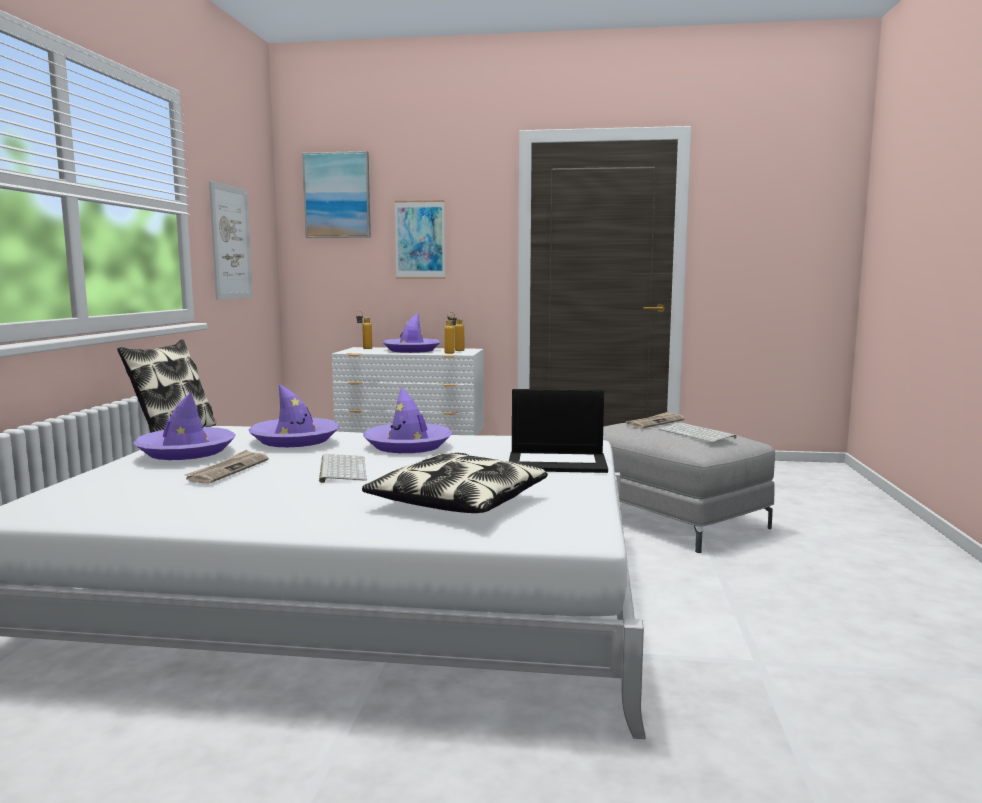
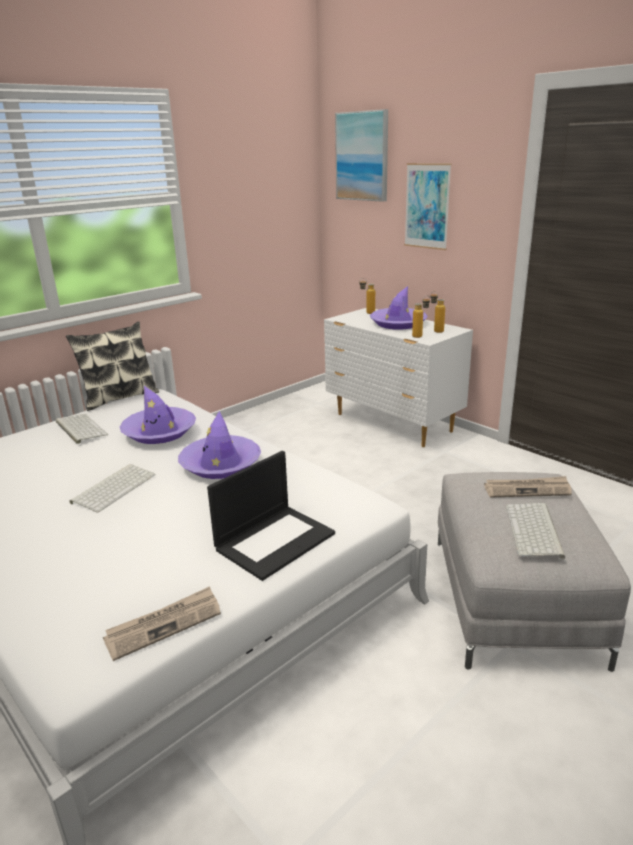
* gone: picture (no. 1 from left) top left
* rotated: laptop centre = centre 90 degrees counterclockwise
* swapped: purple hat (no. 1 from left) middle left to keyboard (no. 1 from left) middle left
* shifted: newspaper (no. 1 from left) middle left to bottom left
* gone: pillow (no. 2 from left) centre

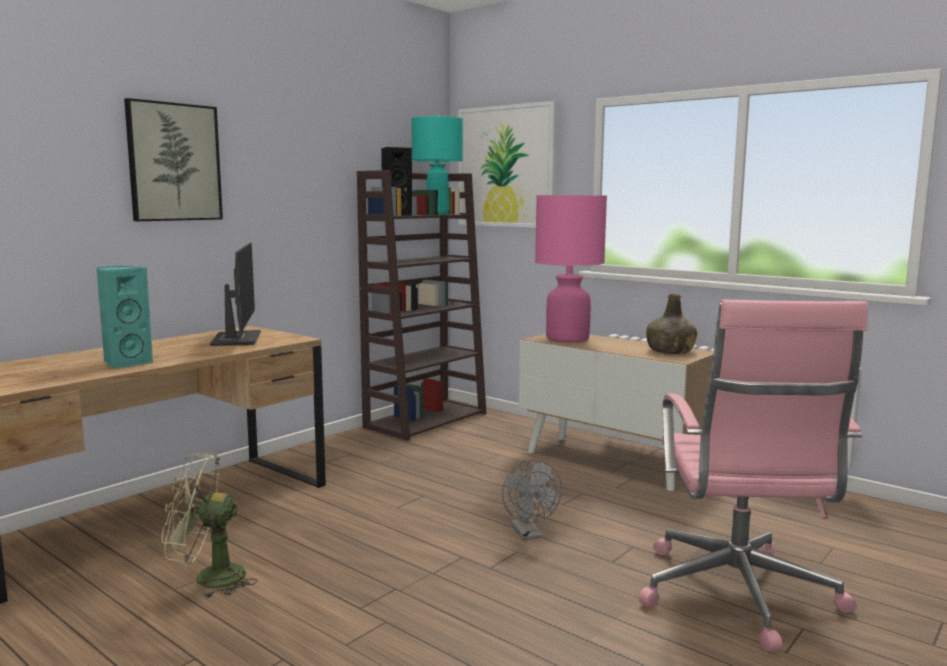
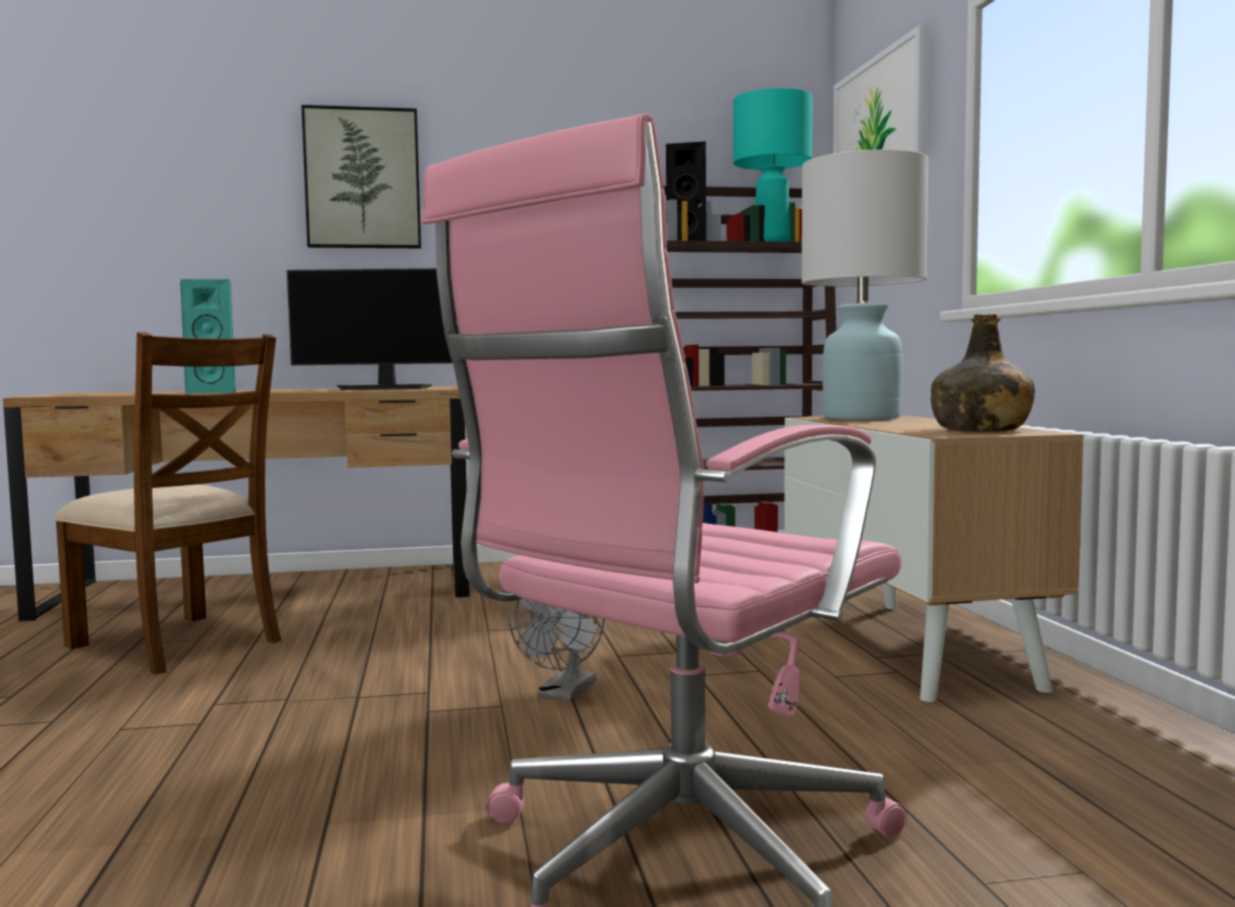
* repainted: pink table lamp centre to white table lamp top right
* rotated: monitor middle left = middle left 60 degrees clockwise
* swapped: green fan bottom left to brown chair middle left

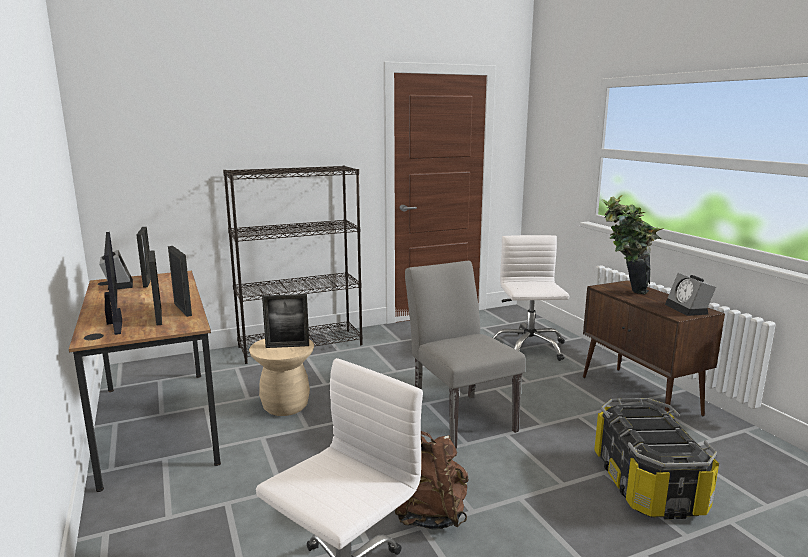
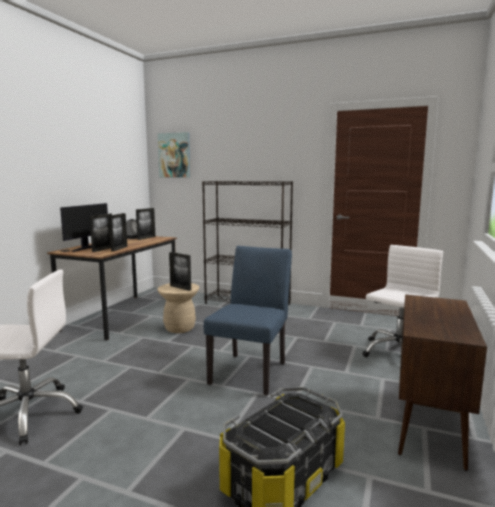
* gone: potted plant middle right
* repainted: grey chair centre to blue chair centre
* gone: alarm clock (no. 2 from left) middle right
* gone: brown backpack bottom centre
* new: picture top centre

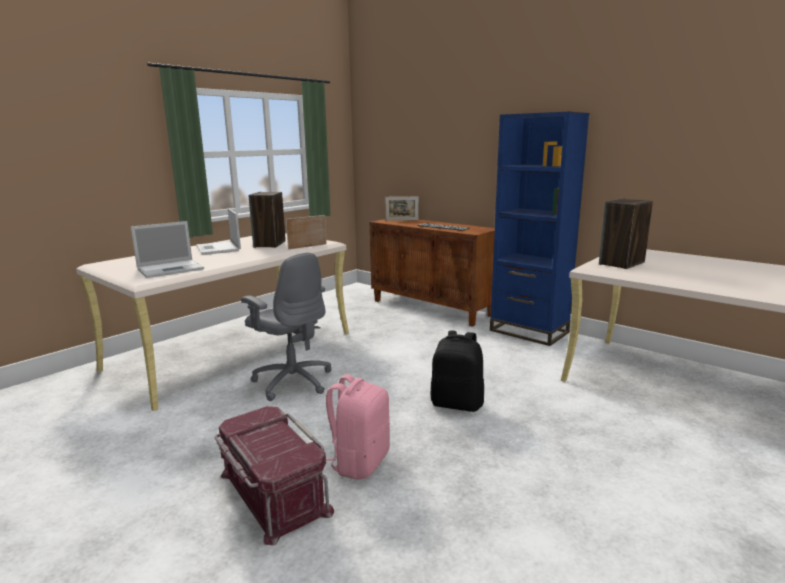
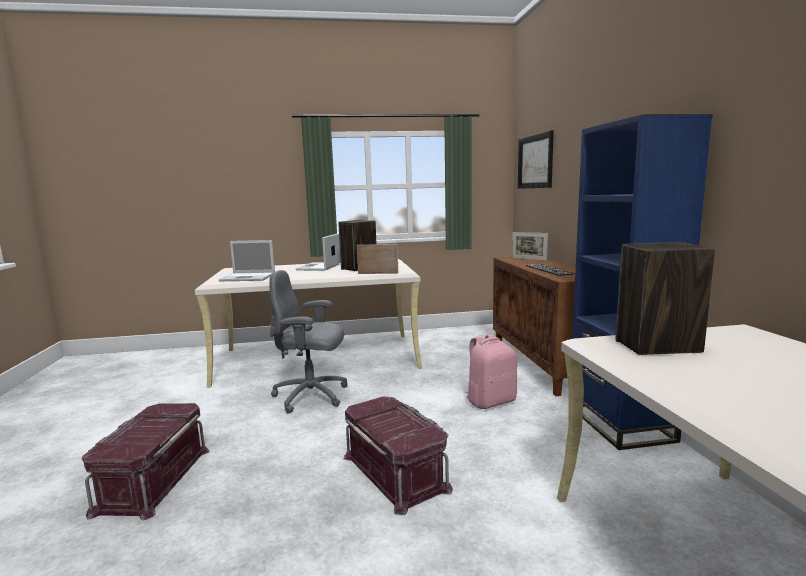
* rotated: grey office chair centre = centre 105 degrees clockwise
* swapped: black backpack centre to red storage box (no. 2 from left) bottom centre
* shifted: pink backpack bottom centre to centre
* new: picture top centre

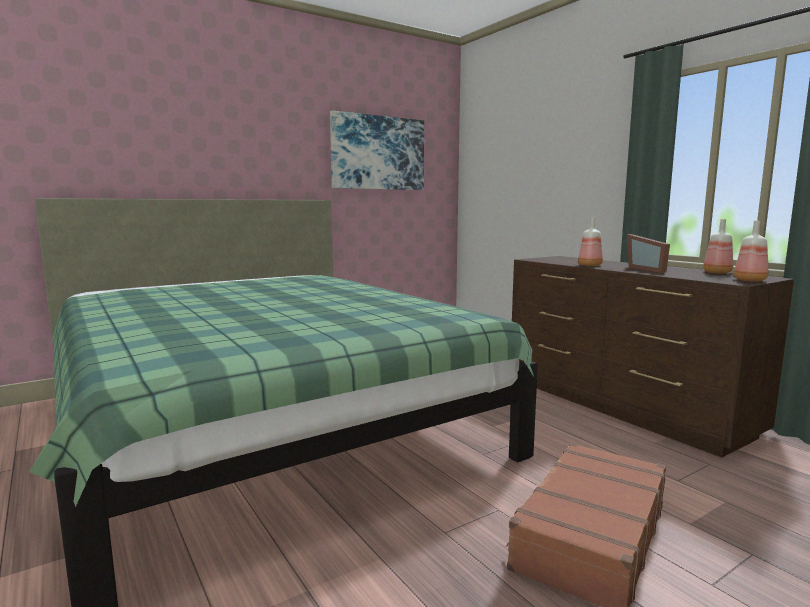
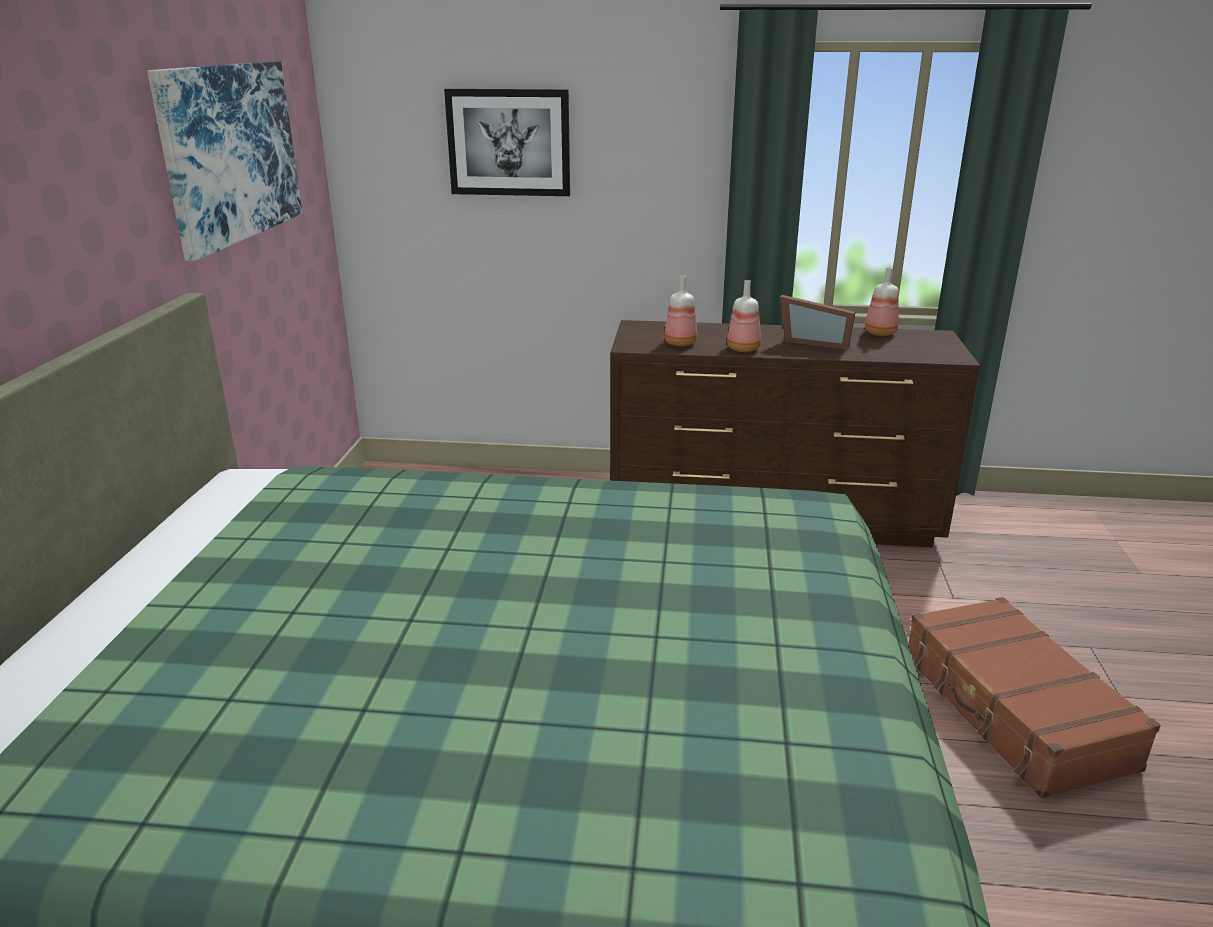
* shifted: bottle (no. 3 from left in the first image) middle right to bottle (no. 1 from left) centre
* new: picture (no. 2 from left) top centre

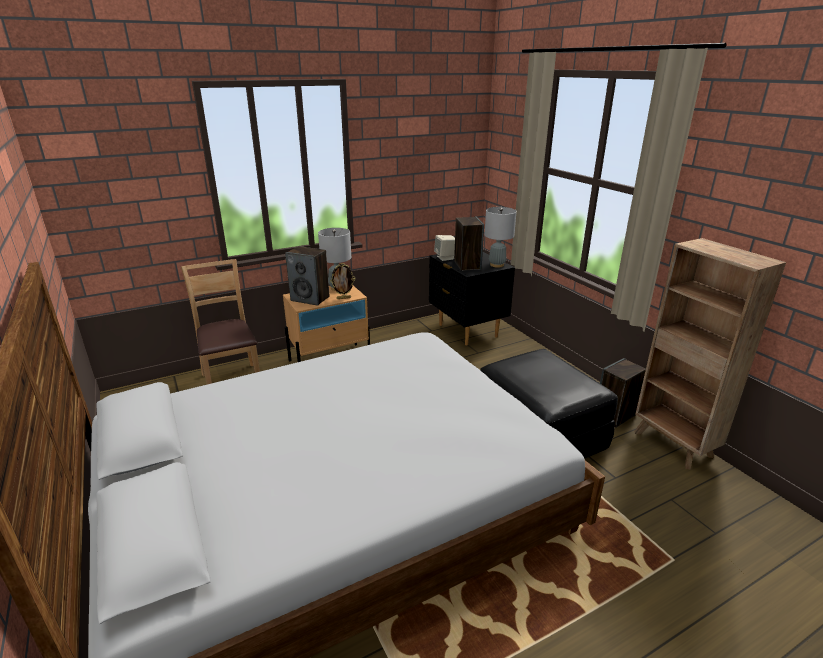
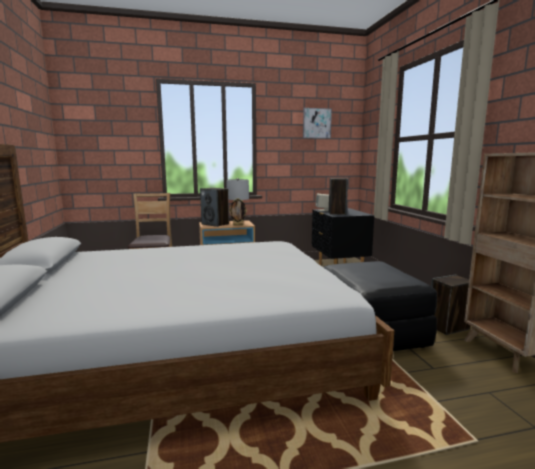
* gone: grey table lamp (no. 2 from left) centre
* new: picture top centre

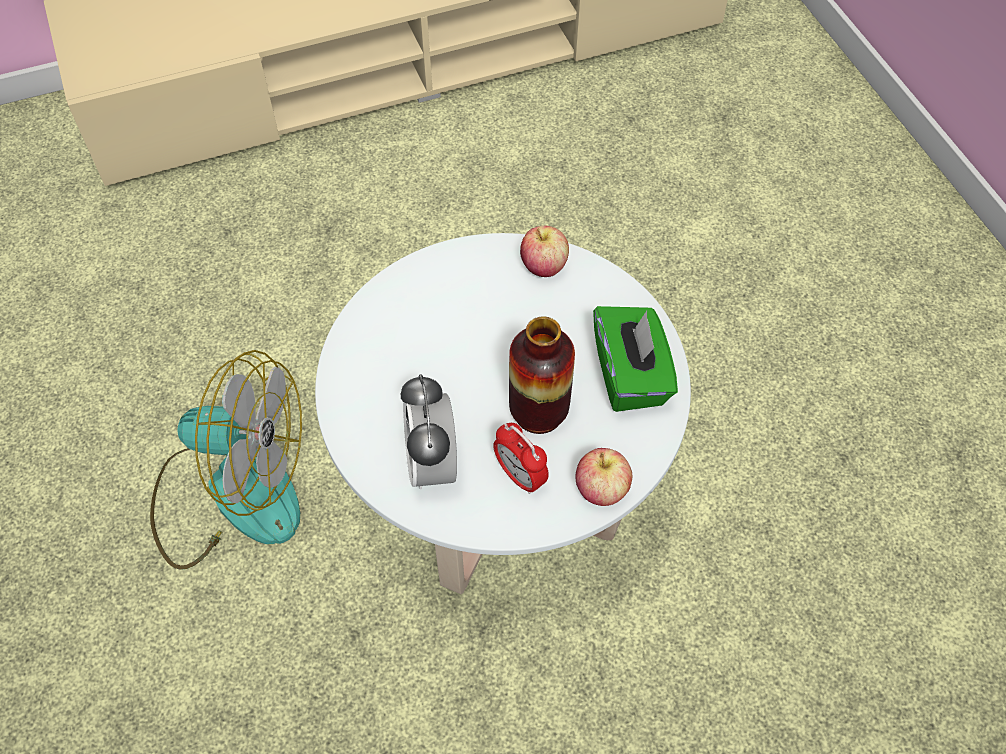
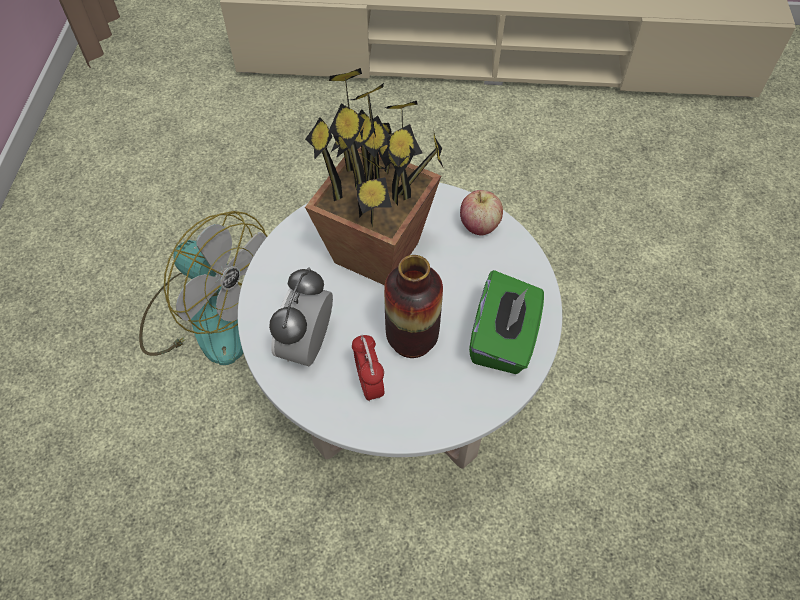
* gone: apple (no. 2 from left) centre
* new: potted plant top centre

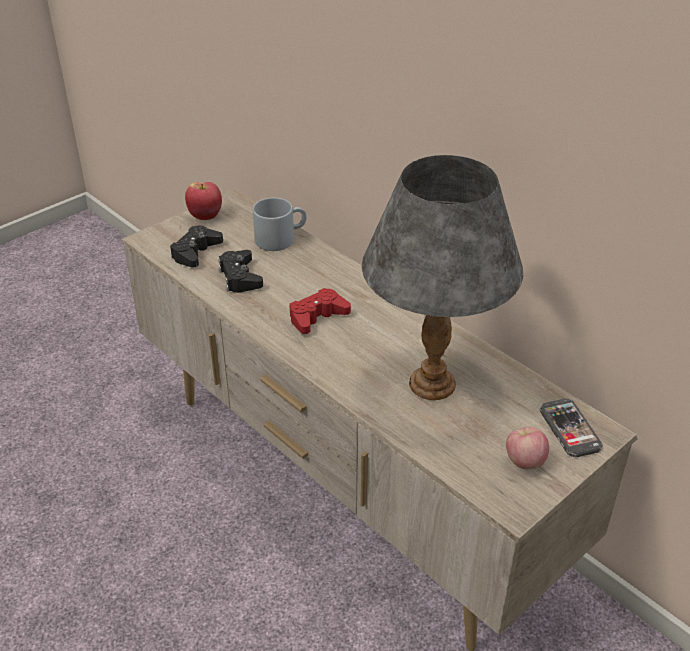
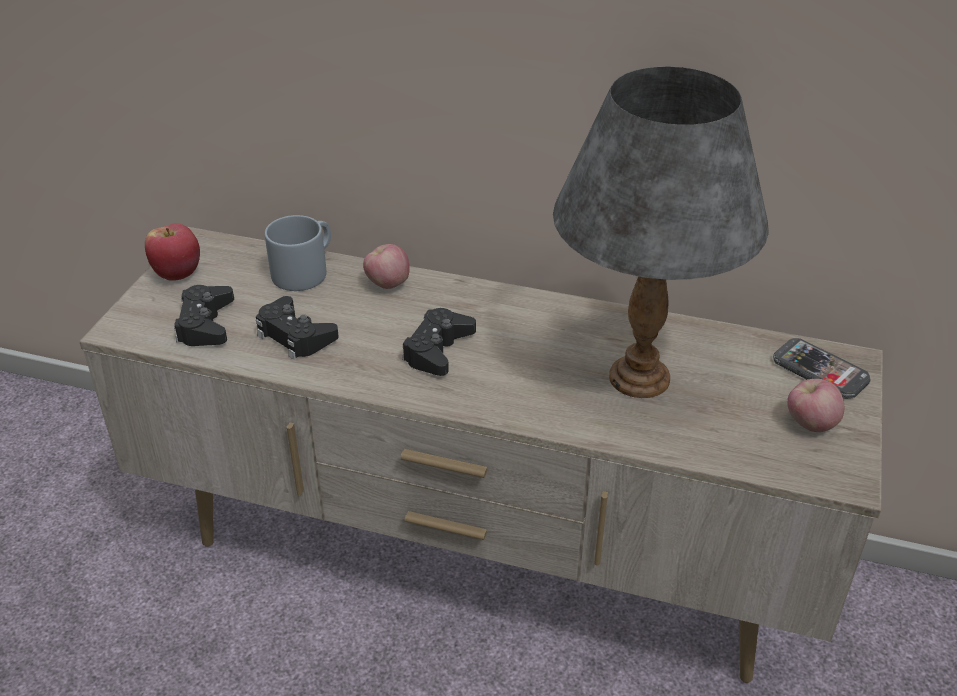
* repainted: red game controller centre to black game controller (no. 3 from left) centre
* new: apple (no. 2 from left) centre

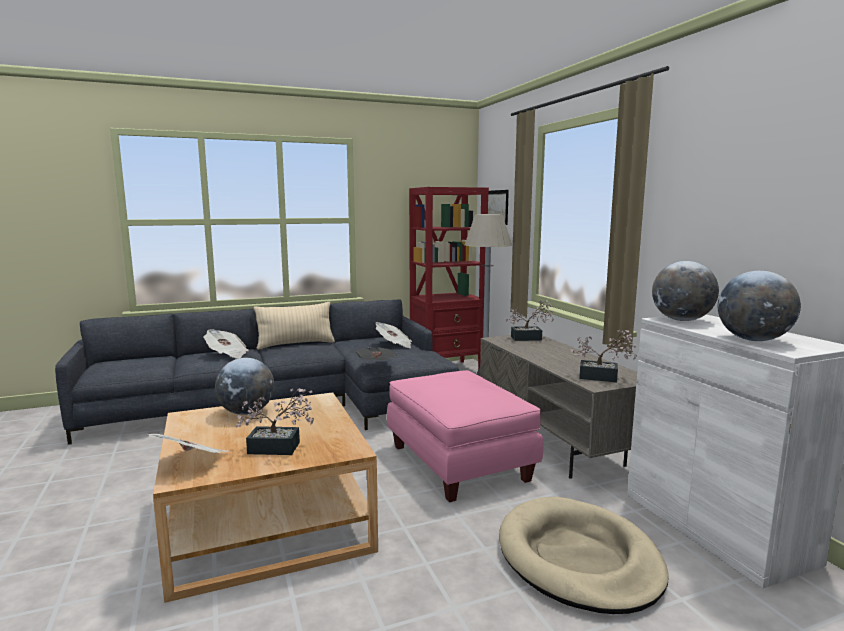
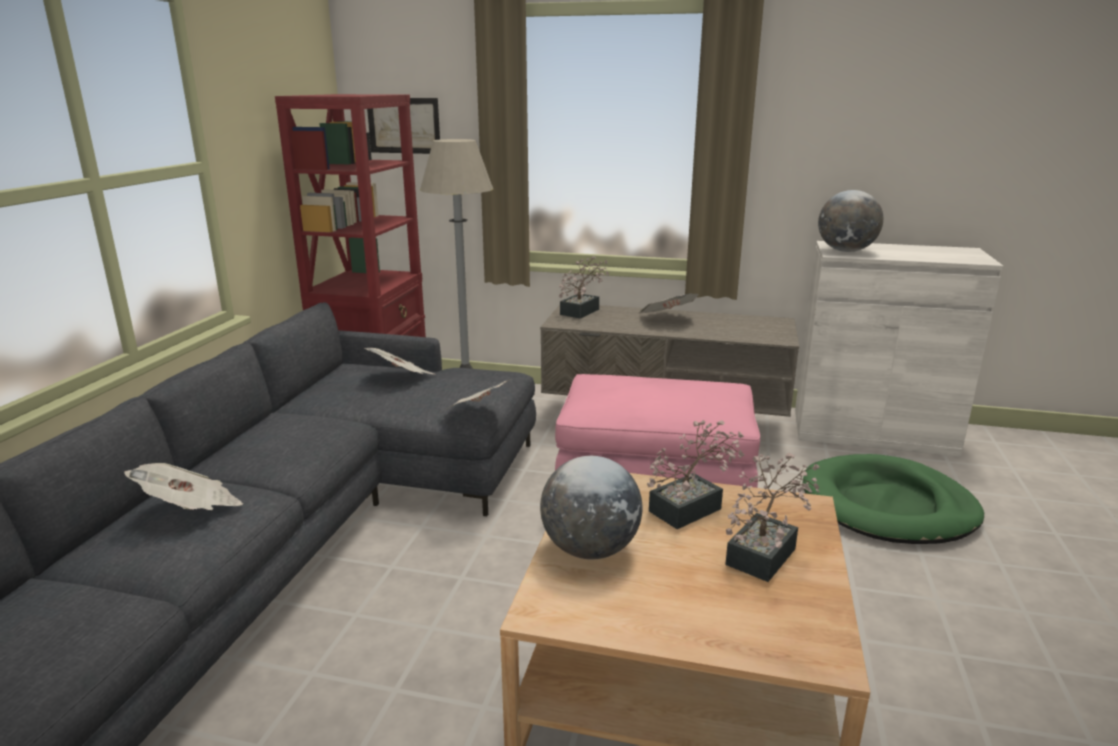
* gone: globe (no. 3 from left) middle right
* gone: beige pillow centre
* shifted: potted plant (no. 3 from left in the first image) middle right to potted plant (no. 2 from left) centre
* shifted: newspaper (no. 1 from left in the first image) bottom left to newspaper (no. 4 from left) centre
* repainted: beige dog bed bottom right to green dog bed bottom right

